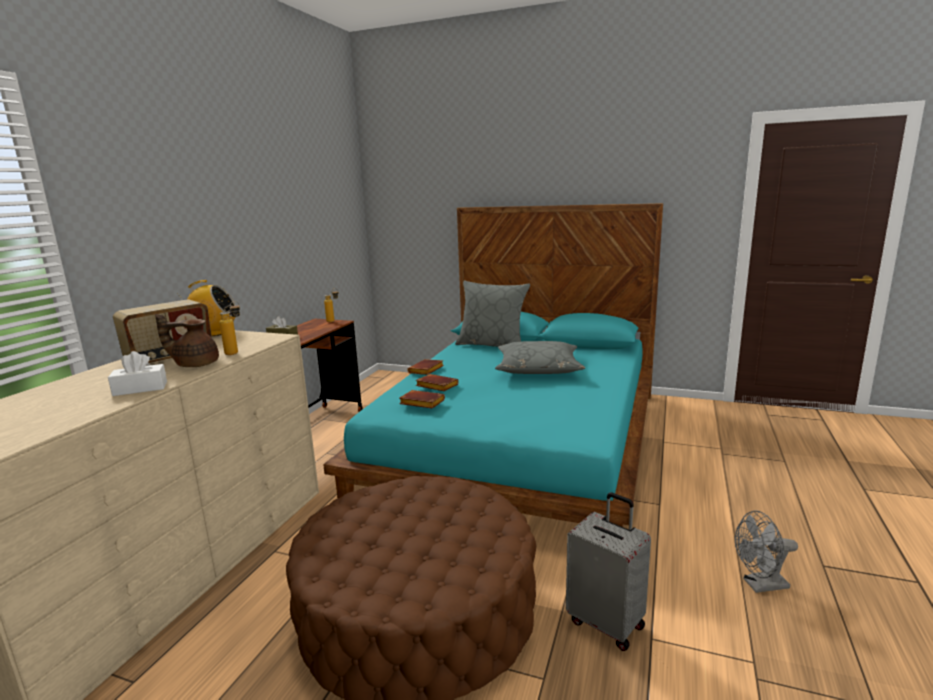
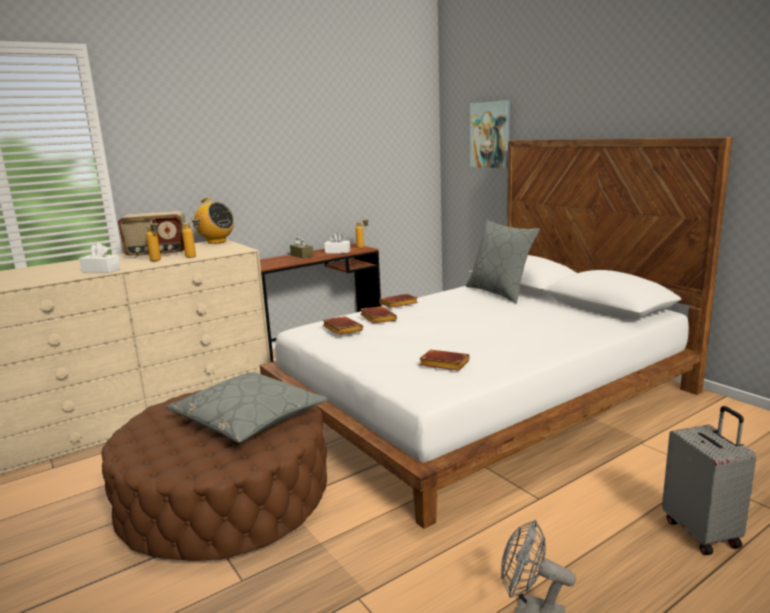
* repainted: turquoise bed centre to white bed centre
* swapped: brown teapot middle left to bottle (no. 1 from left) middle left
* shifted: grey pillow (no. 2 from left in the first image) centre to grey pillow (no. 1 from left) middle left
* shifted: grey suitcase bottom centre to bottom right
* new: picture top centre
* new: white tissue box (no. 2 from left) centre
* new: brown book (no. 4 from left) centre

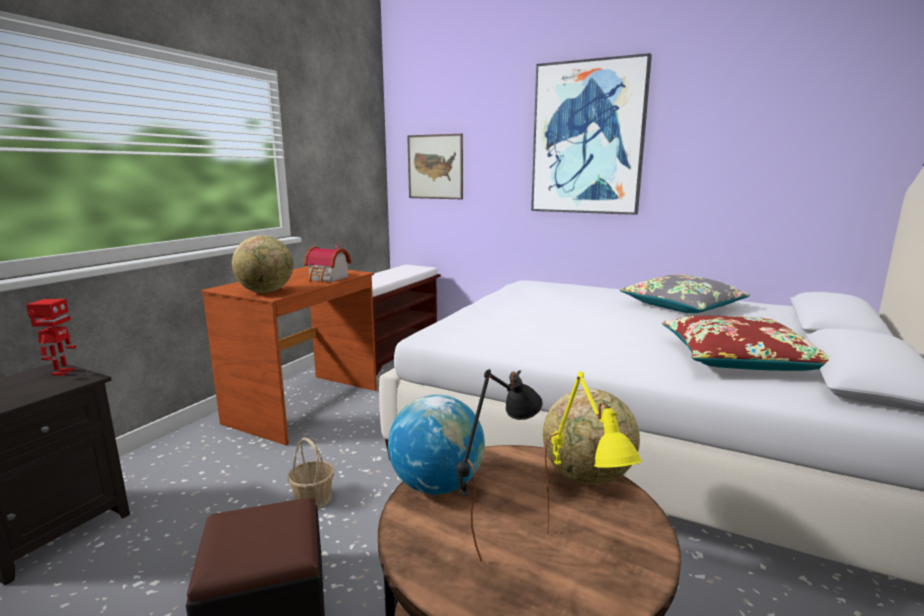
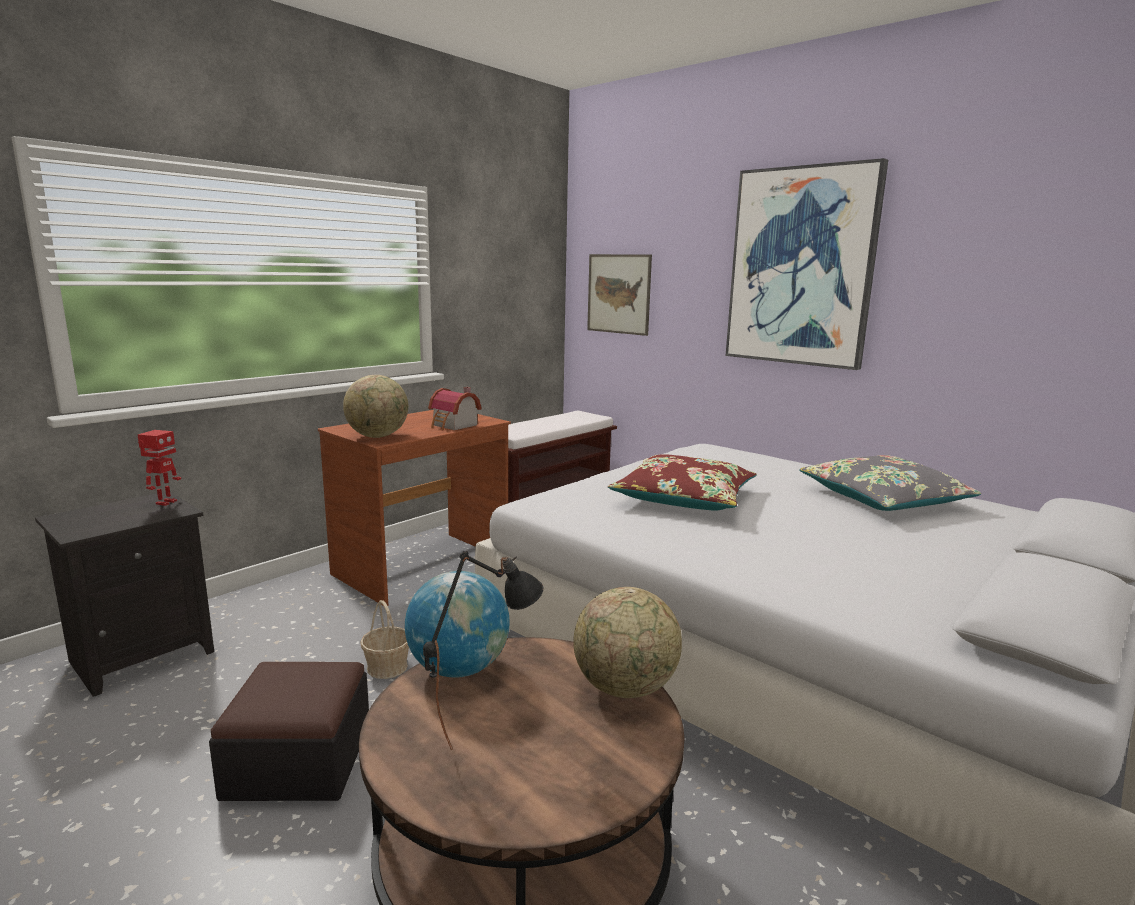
* shifted: red pillow middle right to centre
* gone: yellow table lamp bottom centre

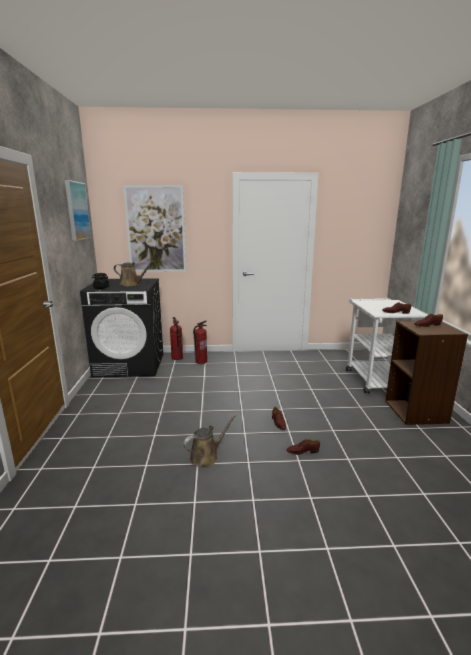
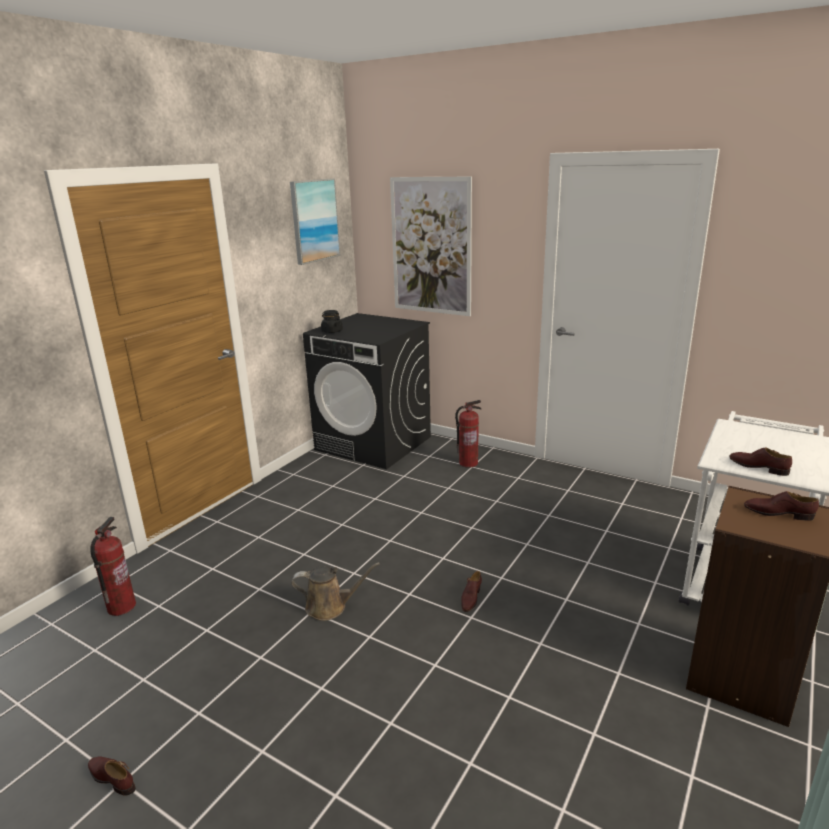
* gone: brown watering can (no. 1 from left) middle left
* shifted: fire extinguisher (no. 1 from left) centre to bottom left
* shifted: brown shoe (no. 2 from left in the first image) bottom centre to brown shoe (no. 1 from left) bottom left

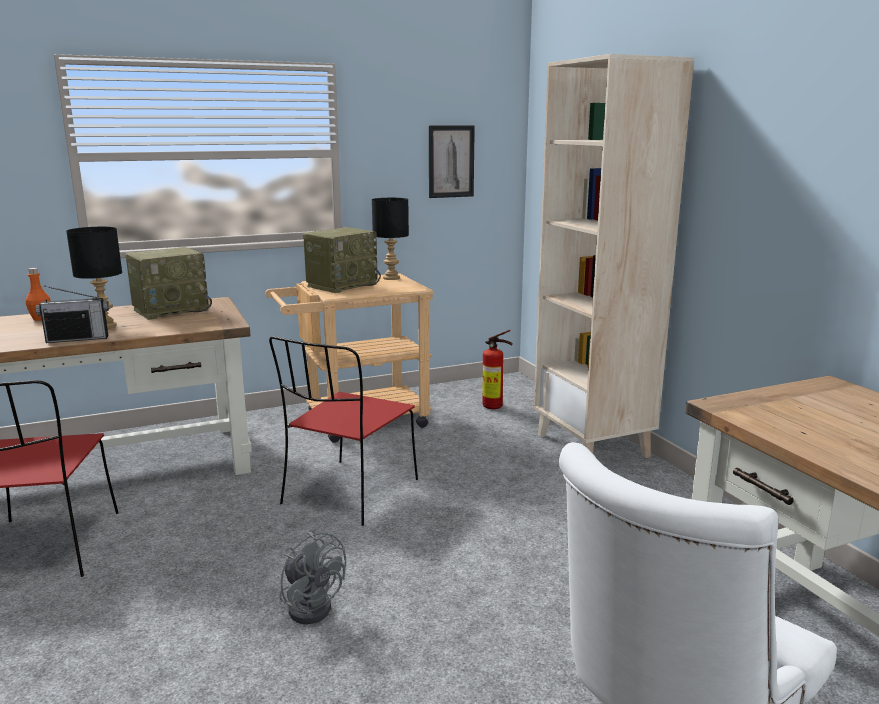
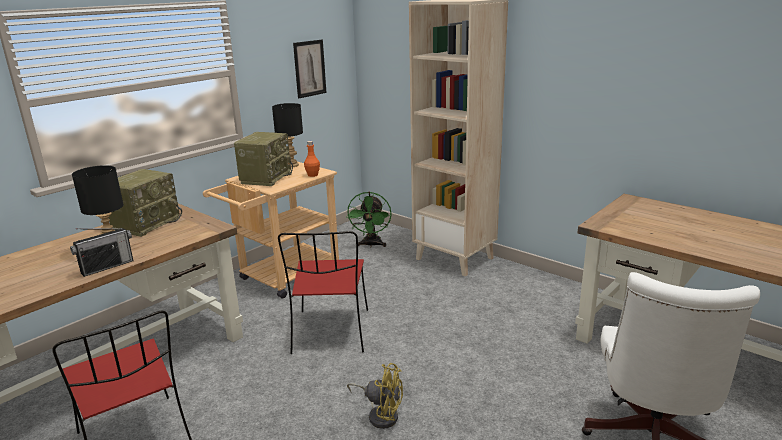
* shifted: orange bottle middle left to centre
* swapped: fire extinguisher centre to green fan centre
* repainted: grey fan bottom centre to yellow fan bottom centre

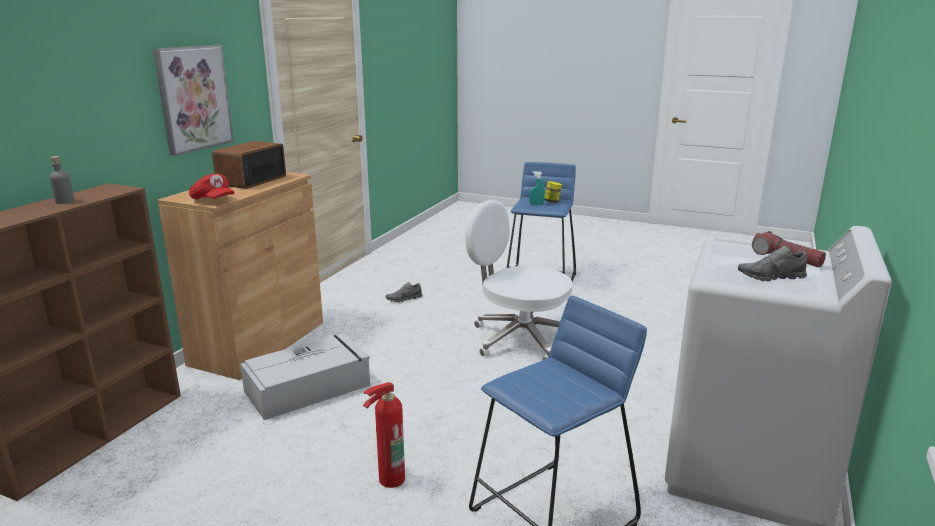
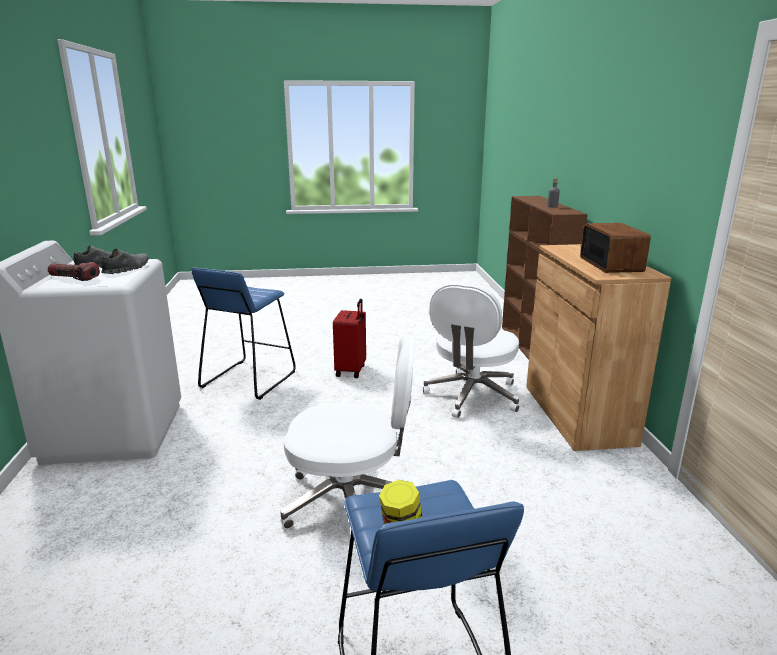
* gone: picture top left
* gone: turquoise spray bottle centre
* gone: red cap middle left
* shifted: grey shoe (no. 1 from left in the first image) centre to grey shoe (no. 2 from left) middle left
* swapped: grey storage box bottom left to white office chair (no. 2 from left) centre
* swapped: fire extinguisher bottom centre to red suitcase centre

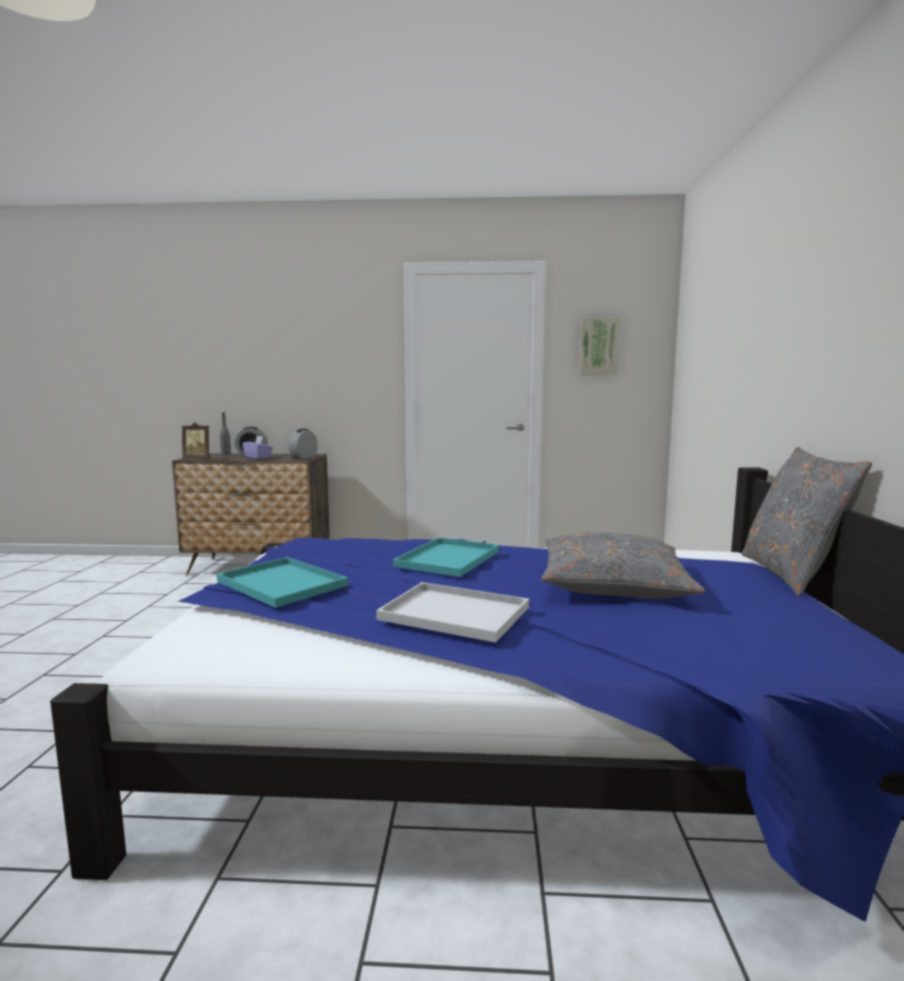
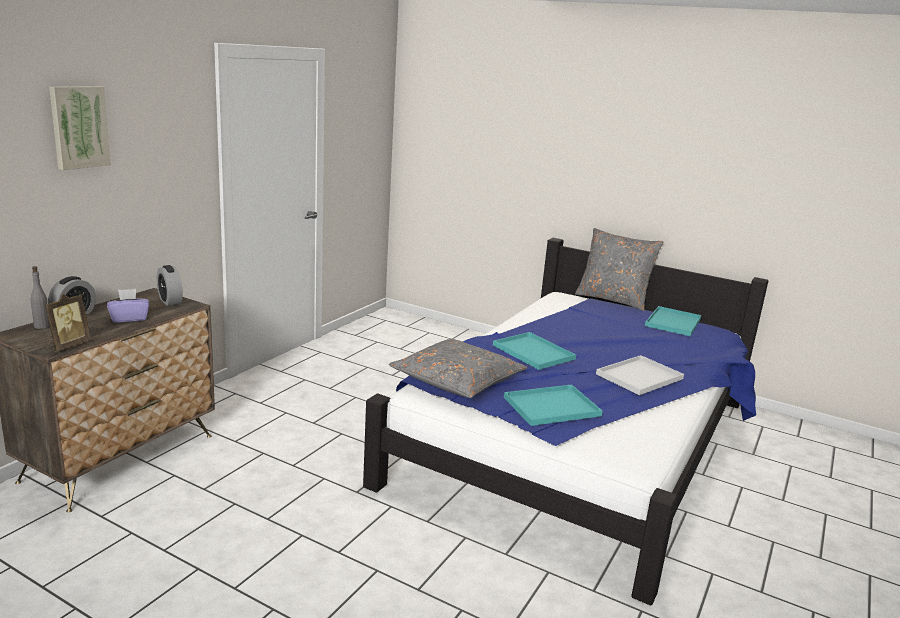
* shifted: picture centre to top left
* shifted: grey pillow (no. 1 from left) middle right to centre
* new: turquoise tray (no. 3 from left) middle right

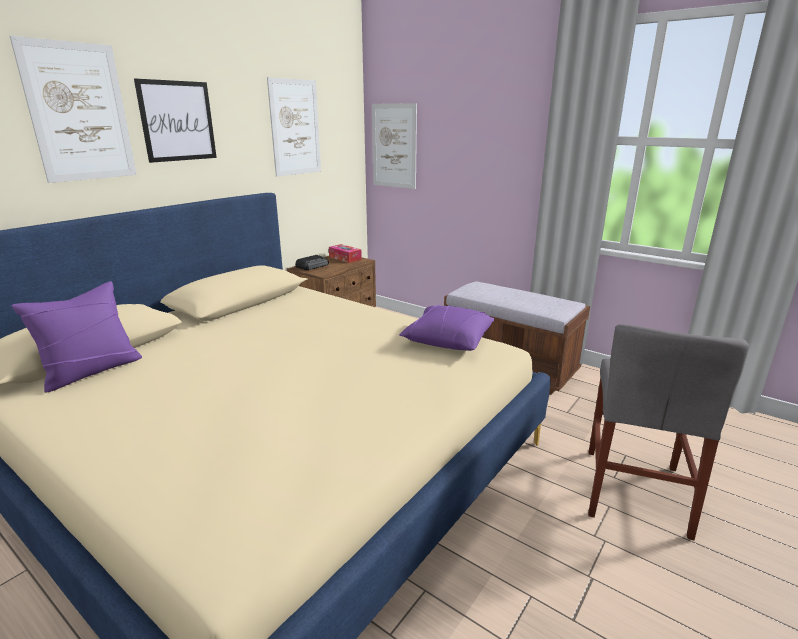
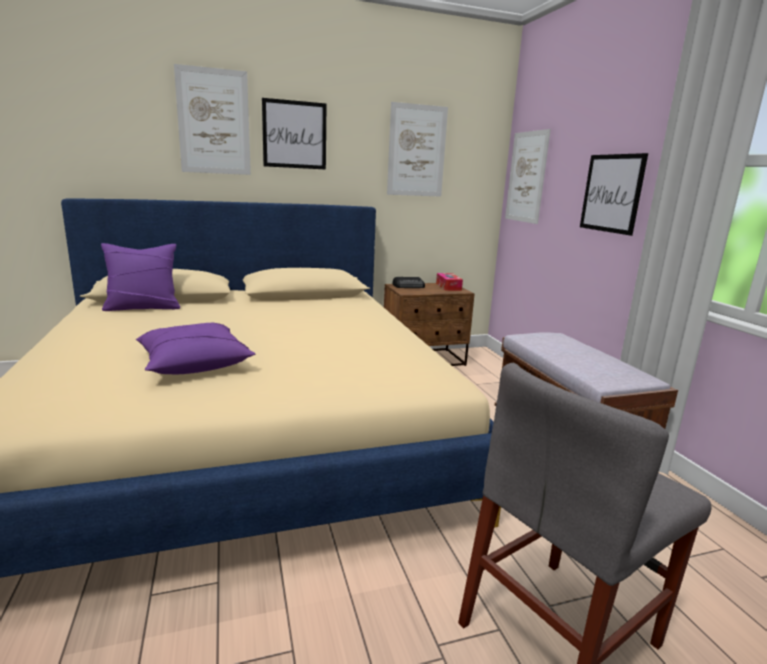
* shifted: purple pillow (no. 2 from left) centre to middle left
* new: picture (no. 5 from left) top right

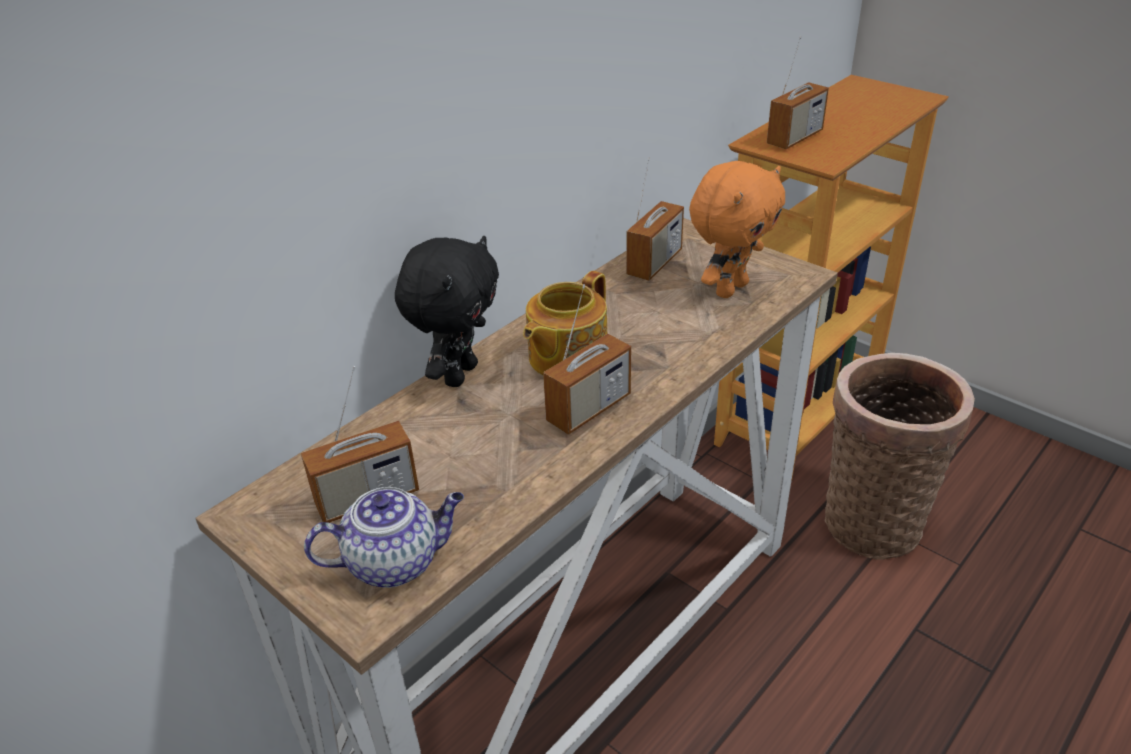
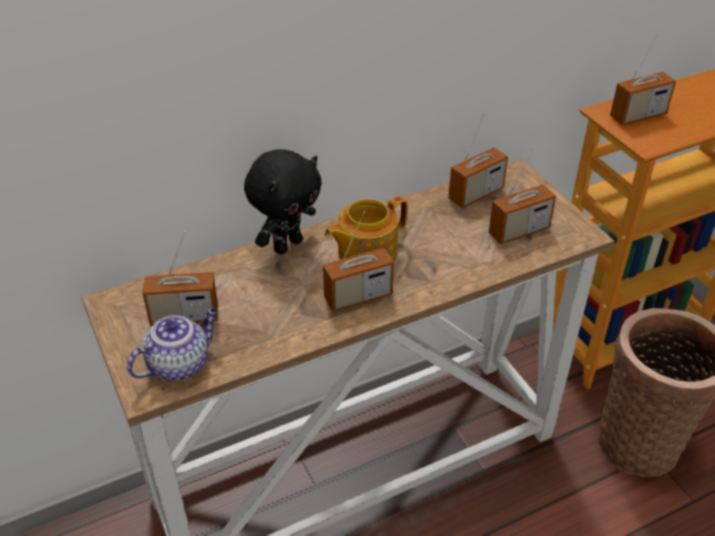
* swapped: orange plush toy top centre to radio (no. 4 from left) middle right
* rotated: teapot (no. 1 from left) bottom centre = middle left 45 degrees counterclockwise

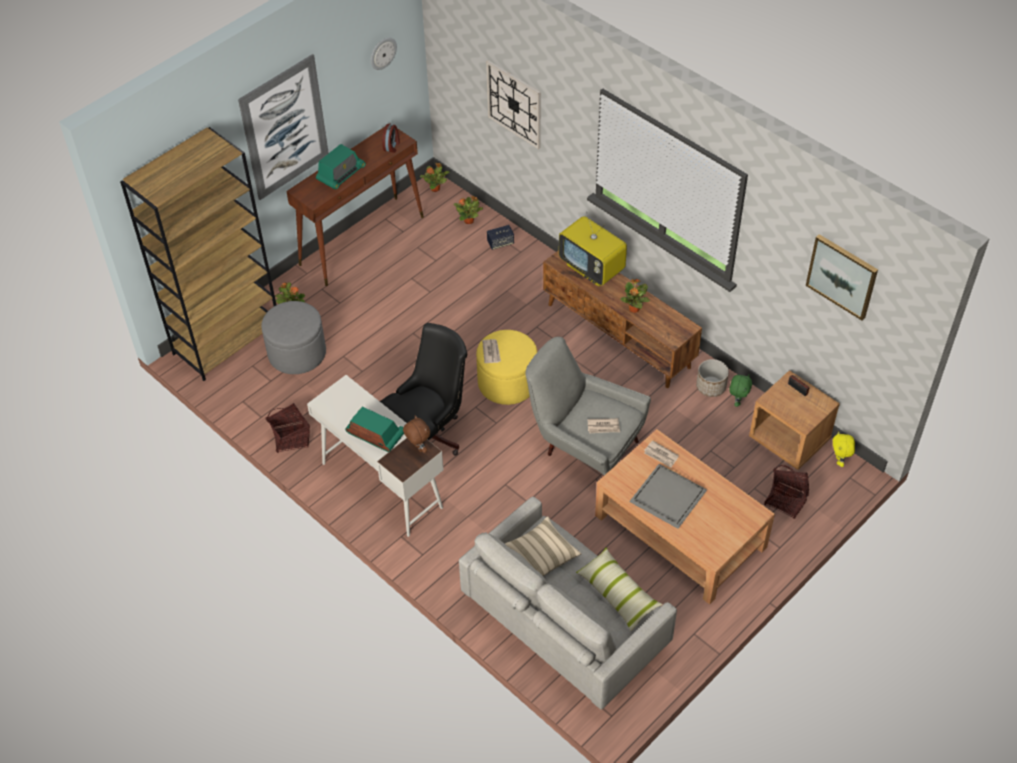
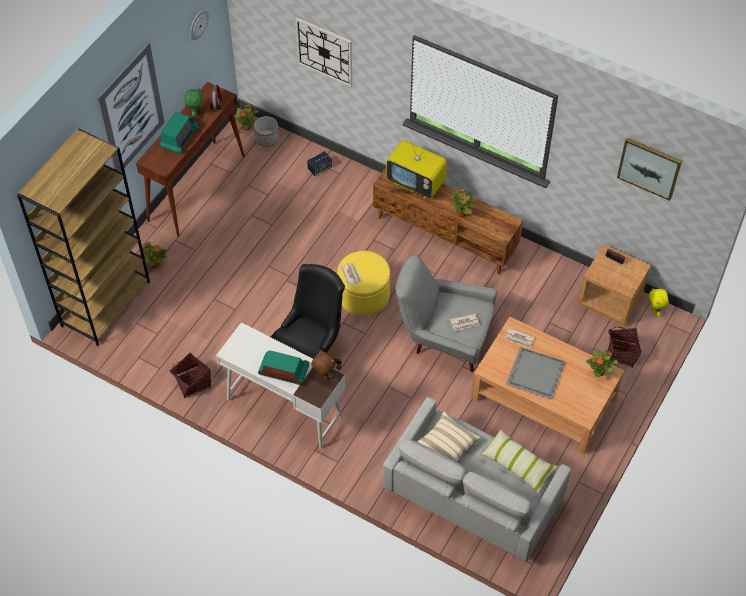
* shifted: potted plant (no. 3 from left in the first image) top centre to potted plant (no. 4 from left) middle right
* gone: grey ottoman middle left
* shifted: planter middle right to top centre
* shifted: green plush toy middle right to top left

